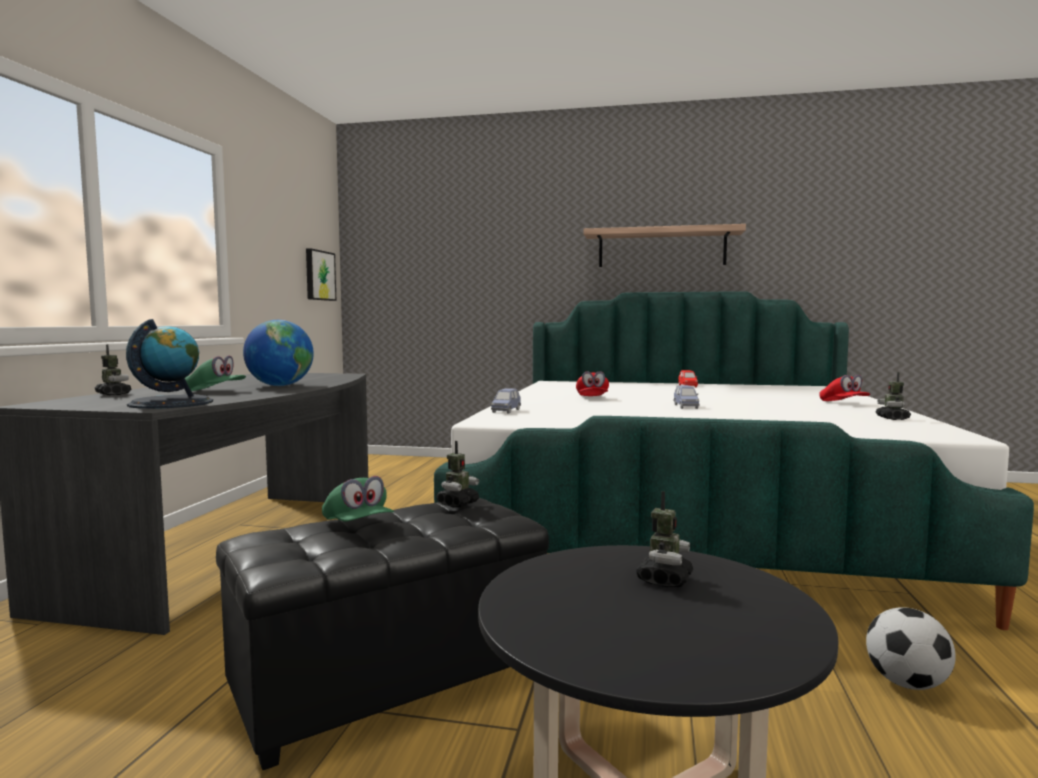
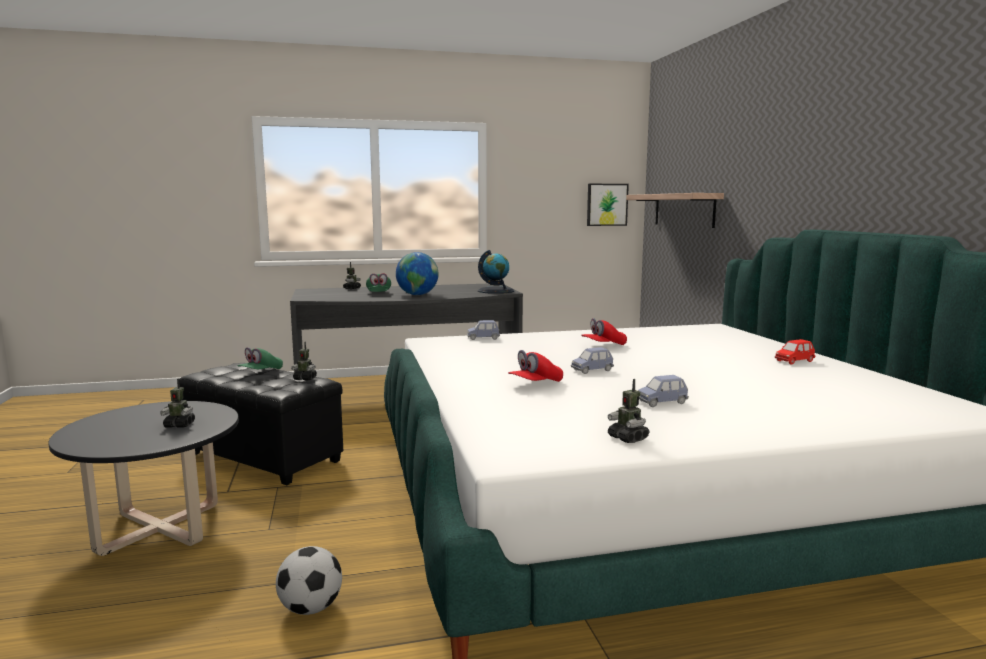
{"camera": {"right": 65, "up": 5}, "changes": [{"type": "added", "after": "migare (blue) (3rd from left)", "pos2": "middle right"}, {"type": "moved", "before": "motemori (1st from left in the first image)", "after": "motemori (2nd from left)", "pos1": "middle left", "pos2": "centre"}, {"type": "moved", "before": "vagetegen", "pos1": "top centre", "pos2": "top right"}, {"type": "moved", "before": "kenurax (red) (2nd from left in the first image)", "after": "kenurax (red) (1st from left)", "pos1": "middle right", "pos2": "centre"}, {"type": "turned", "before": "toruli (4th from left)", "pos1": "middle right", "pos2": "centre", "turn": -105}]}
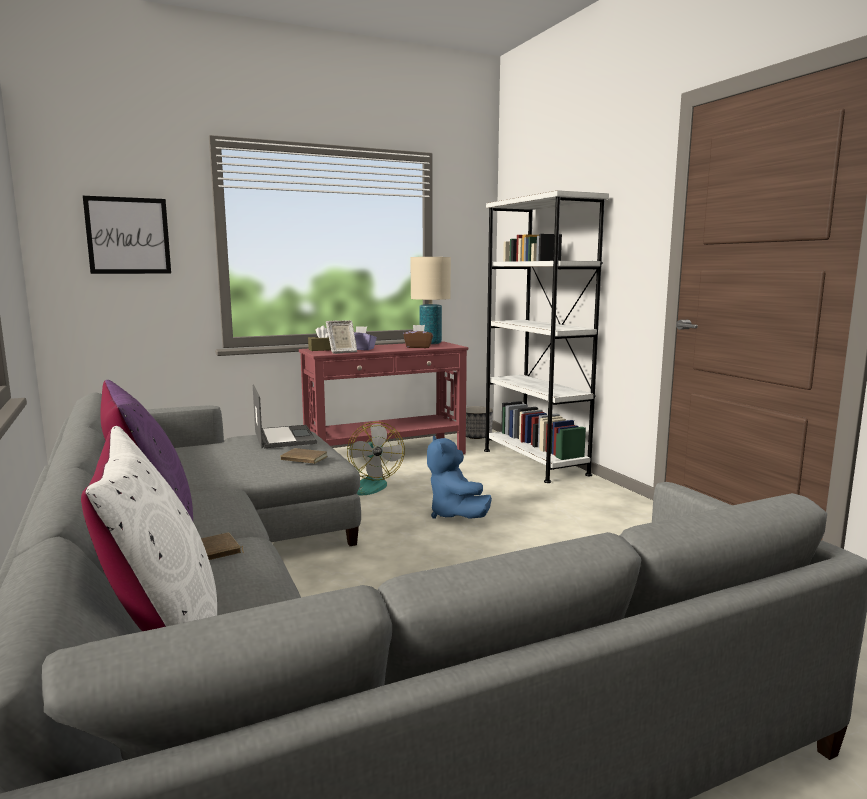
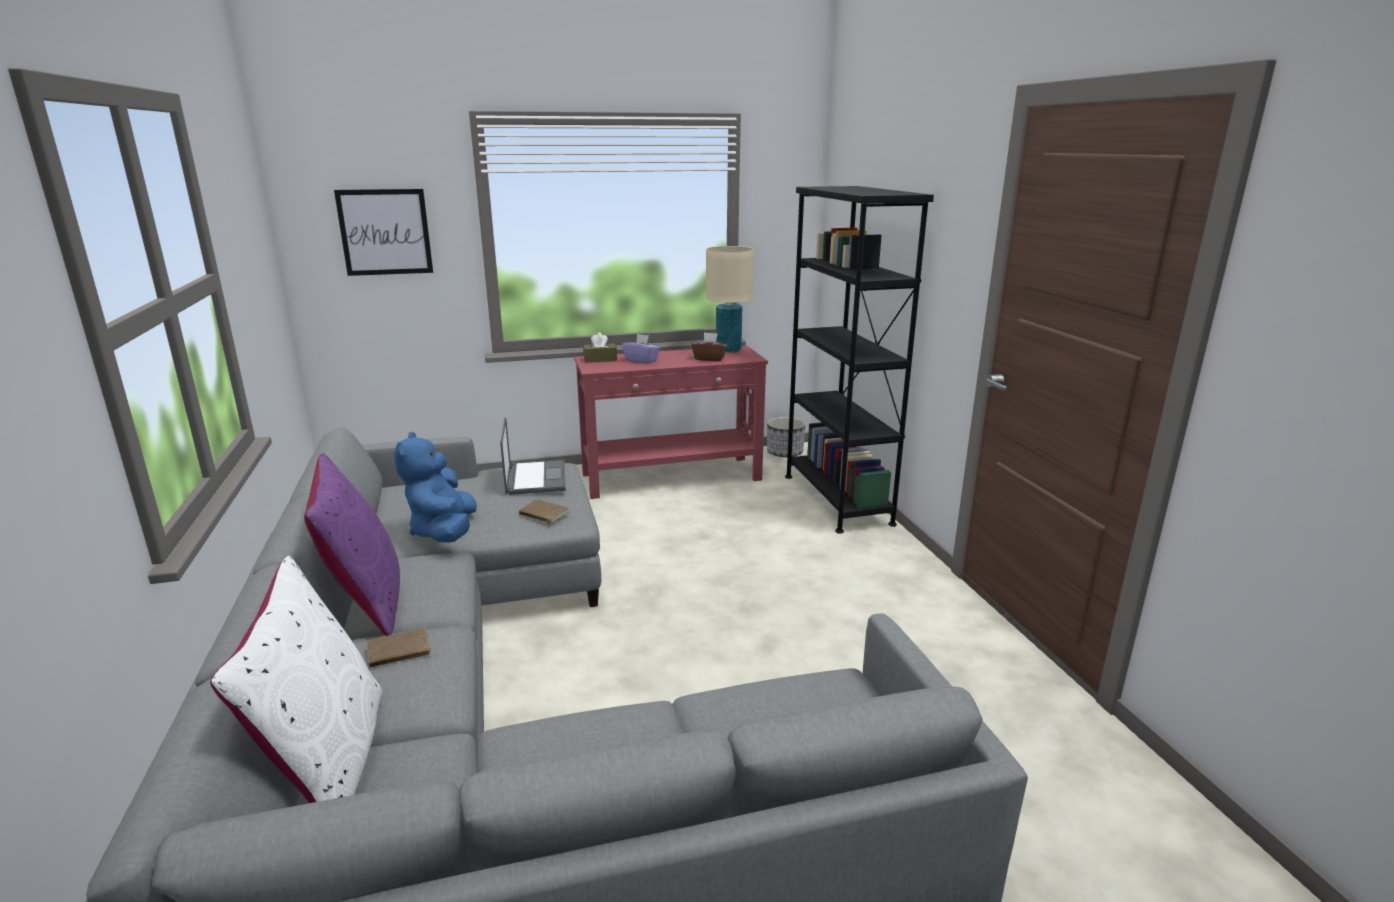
{"camera": {"right": 10, "up": 10}, "changes": [{"type": "removed", "before": "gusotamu", "pos1": "centre"}, {"type": "removed", "before": "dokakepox", "pos1": "centre"}, {"type": "moved", "before": "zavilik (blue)", "pos1": "centre", "pos2": "middle left"}, {"type": "recoloured", "before": "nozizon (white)", "after": "nozizon (black)", "pos1": "centre", "pos2": "centre"}]}
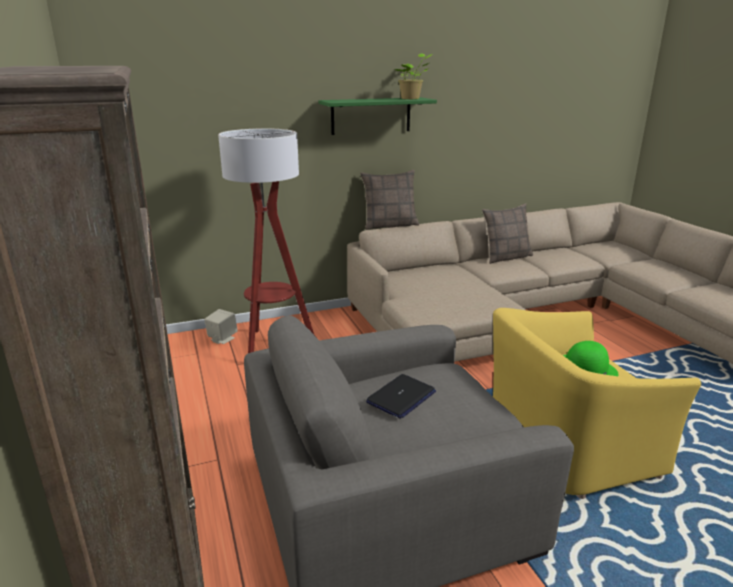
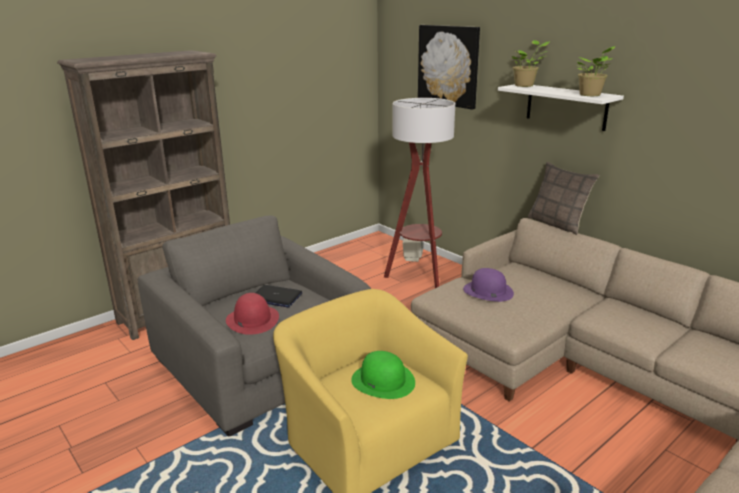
{"camera": {"right": 70, "up": 0}, "changes": [{"type": "removed", "before": "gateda (2nd from left)", "pos1": "middle right"}, {"type": "added", "after": "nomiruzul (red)", "pos2": "centre"}, {"type": "added", "after": "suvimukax", "pos2": "top centre"}, {"type": "added", "after": "nomiruzul (purple)", "pos2": "centre"}, {"type": "added", "after": "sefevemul (1st from left)", "pos2": "top right"}, {"type": "recoloured", "before": "vagetegen (green)", "after": "vagetegen (white)", "pos1": "top centre", "pos2": "top right"}]}
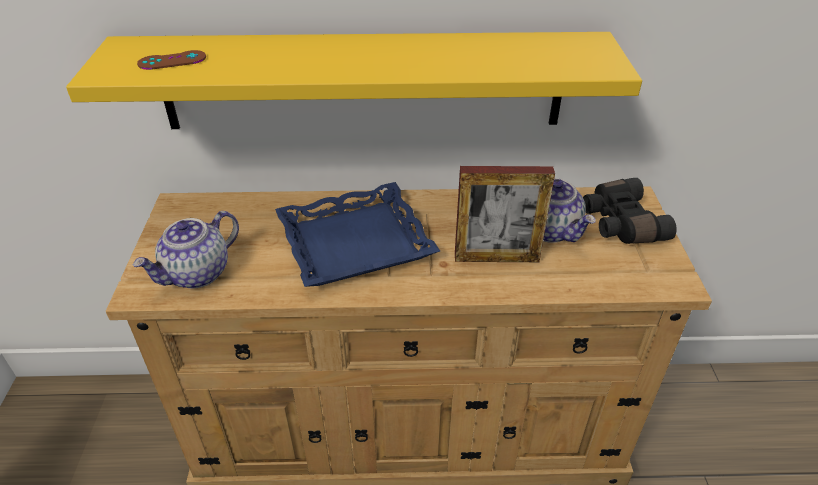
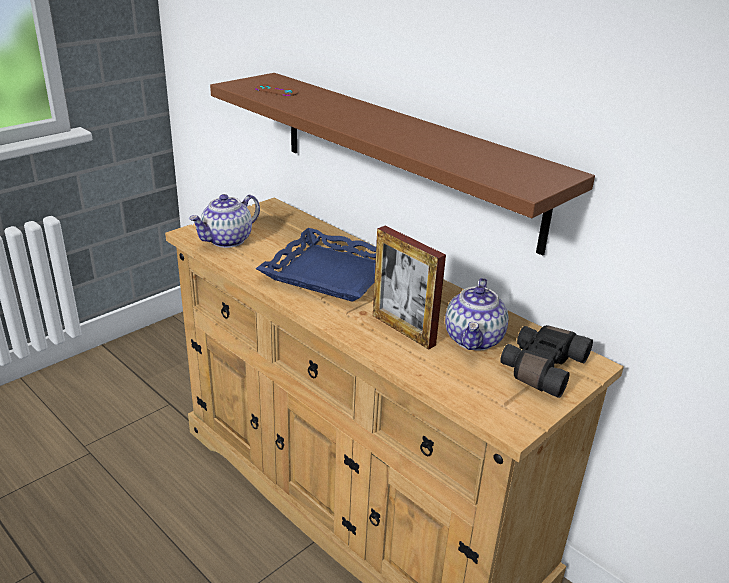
{"camera": {"right": 45, "up": -10}, "changes": [{"type": "recoloured", "before": "vagetegen (yellow)", "after": "vagetegen (brown)", "pos1": "top centre", "pos2": "top centre"}, {"type": "turned", "before": "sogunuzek (1st from left)", "pos1": "middle left", "pos2": "middle left", "turn": -45}]}
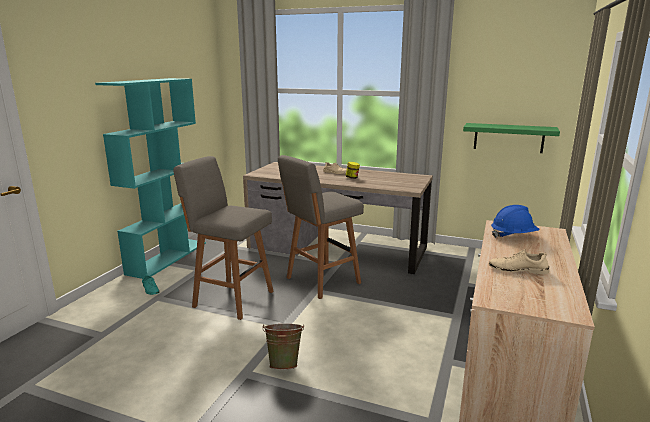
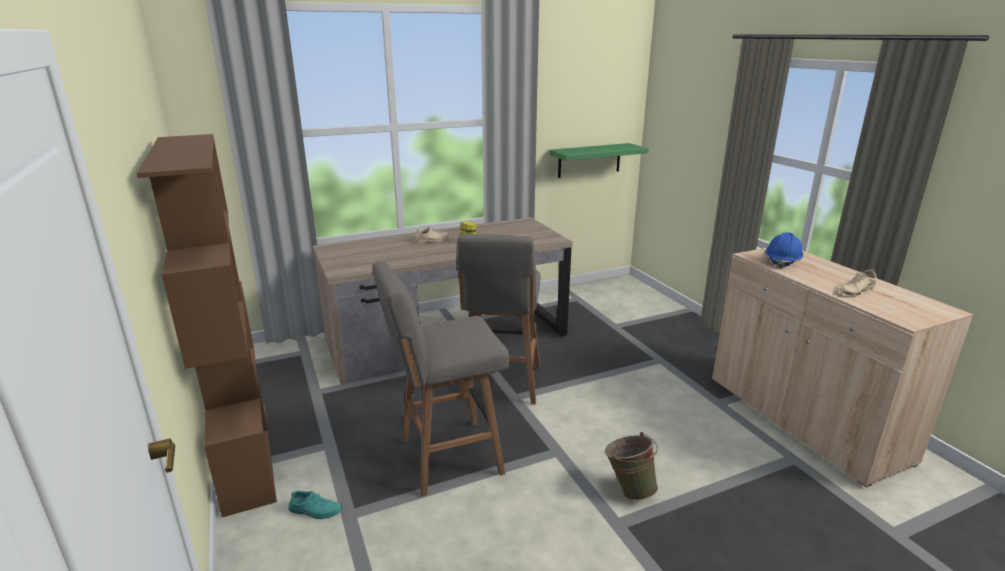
{"camera": {"right": -45, "up": 5}, "changes": [{"type": "recoloured", "before": "nozizon (turquoise)", "after": "nozizon (brown)", "pos1": "middle left", "pos2": "middle left"}]}
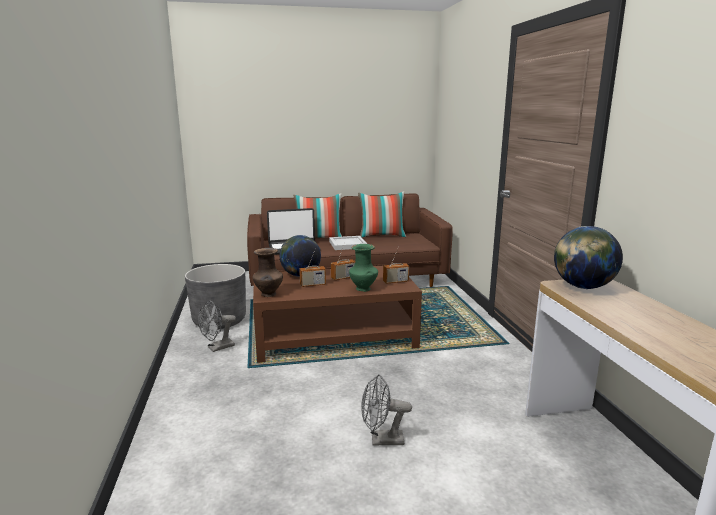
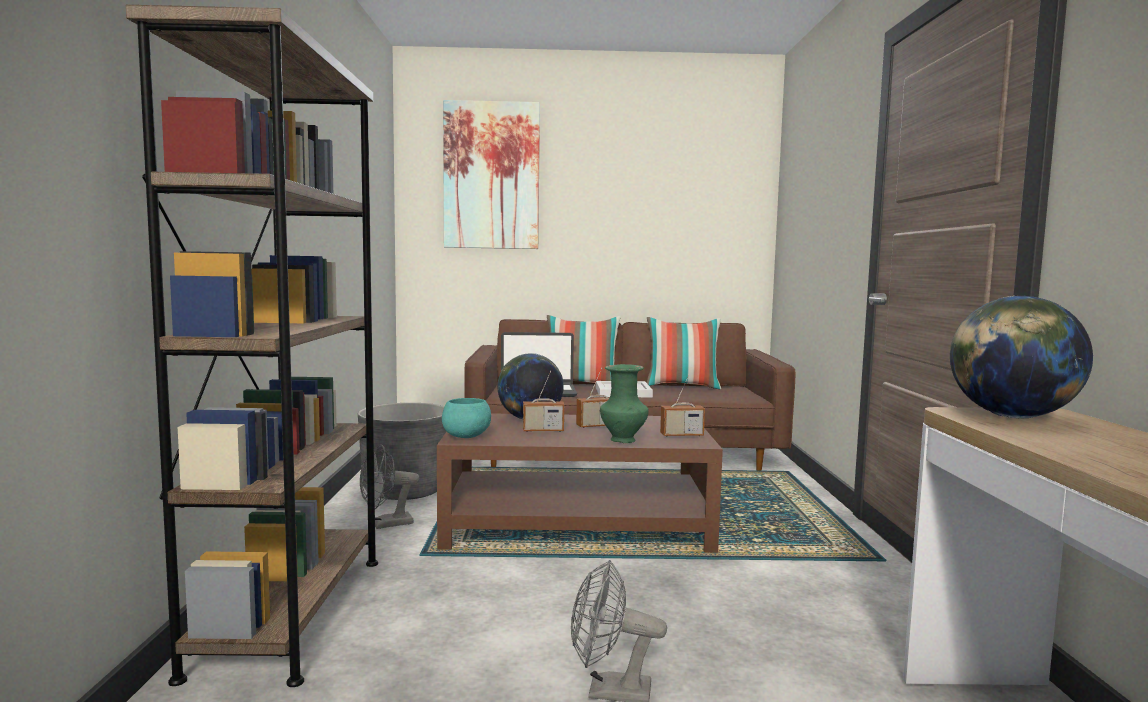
{"camera": {"right": 10, "up": -10}, "changes": [{"type": "added", "after": "nozizon (brown)", "pos2": "middle left"}, {"type": "added", "after": "suvimukax", "pos2": "top centre"}, {"type": "replaced", "before": "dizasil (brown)", "after": "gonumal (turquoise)", "pos1": "centre", "pos2": "centre"}]}
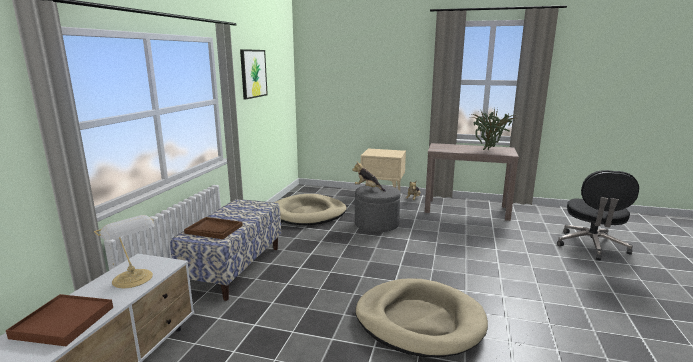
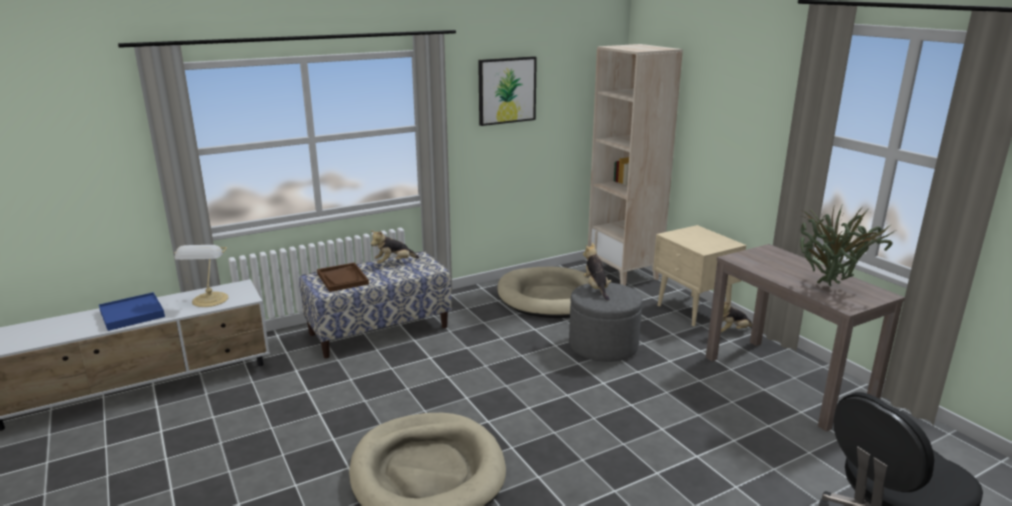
{"camera": {"right": 45, "up": 5}, "changes": [{"type": "added", "after": "zavilik (1st from left)", "pos2": "centre"}, {"type": "added", "after": "nozizon (beige)", "pos2": "top centre"}, {"type": "recoloured", "before": "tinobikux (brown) (1st from left)", "after": "tinobikux (blue)", "pos1": "bottom left", "pos2": "middle left"}]}
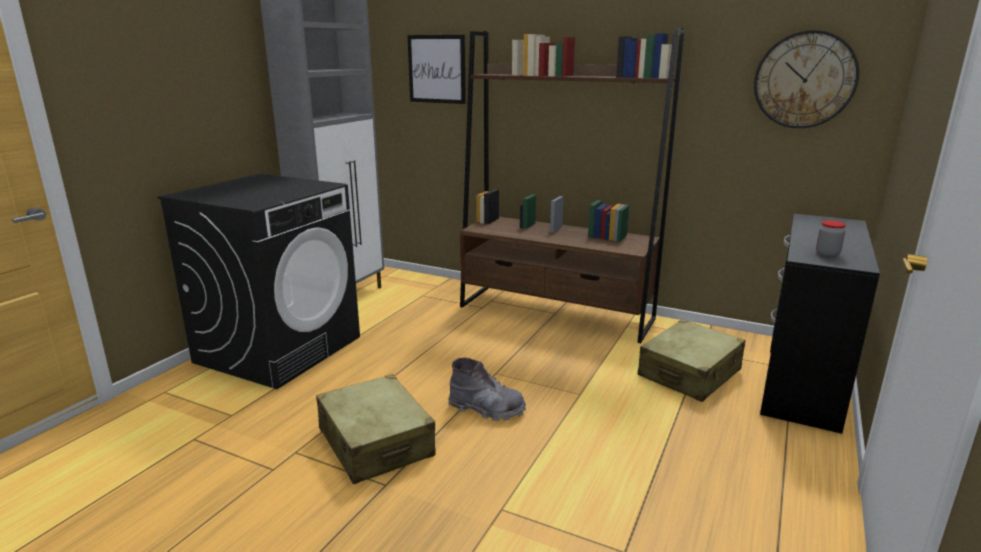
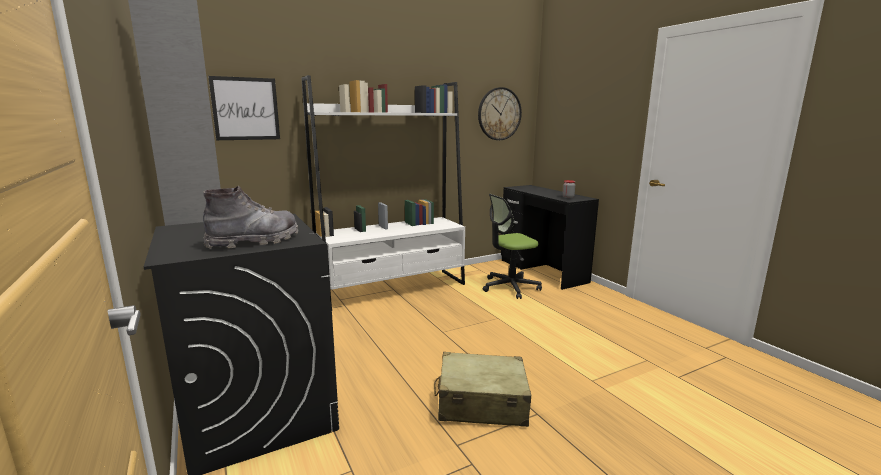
{"camera": {"right": -55, "up": -5}, "changes": [{"type": "moved", "before": "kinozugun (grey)", "pos1": "bottom centre", "pos2": "middle left"}, {"type": "replaced", "before": "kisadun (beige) (2nd from left)", "after": "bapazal", "pos1": "middle right", "pos2": "centre"}, {"type": "recoloured", "before": "nozizon (brown)", "after": "nozizon (white)", "pos1": "centre", "pos2": "centre"}]}
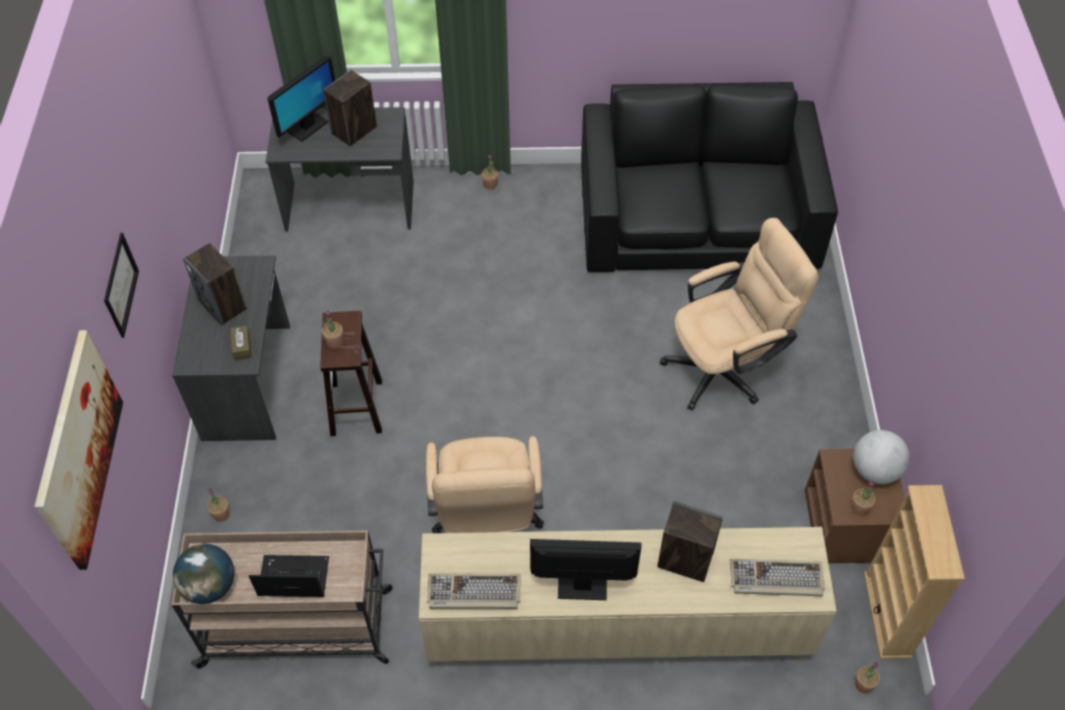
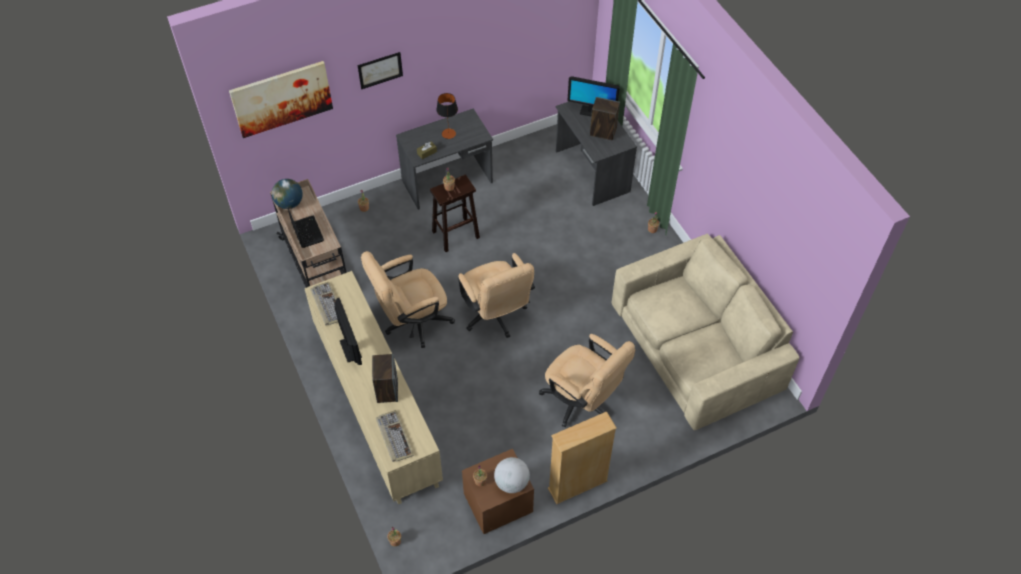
{"camera": {"right": 65, "up": 0}, "changes": [{"type": "added", "after": "bapazal (beige) (2nd from left)", "pos2": "centre"}, {"type": "moved", "before": "nozizon (beige)", "pos1": "bottom right", "pos2": "bottom centre"}, {"type": "replaced", "before": "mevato (1st from left)", "after": "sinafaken", "pos1": "middle left", "pos2": "top centre"}, {"type": "recoloured", "before": "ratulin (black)", "after": "ratulin (beige)", "pos1": "top centre", "pos2": "middle right"}]}
